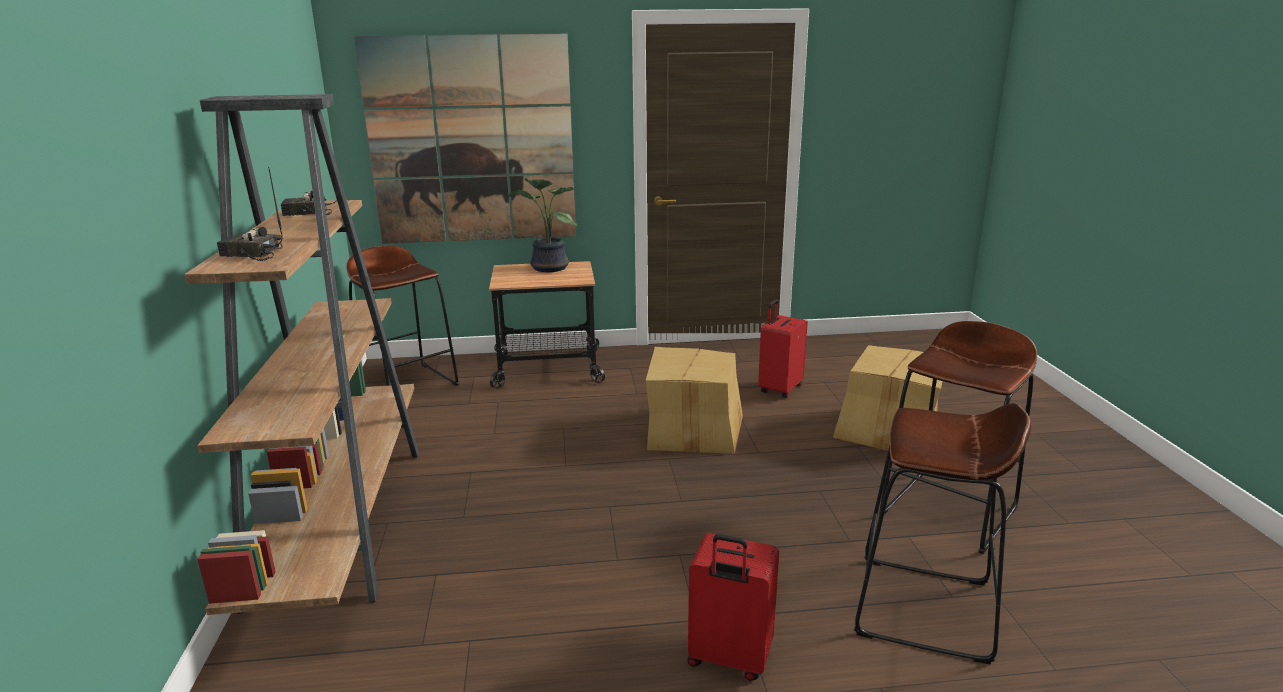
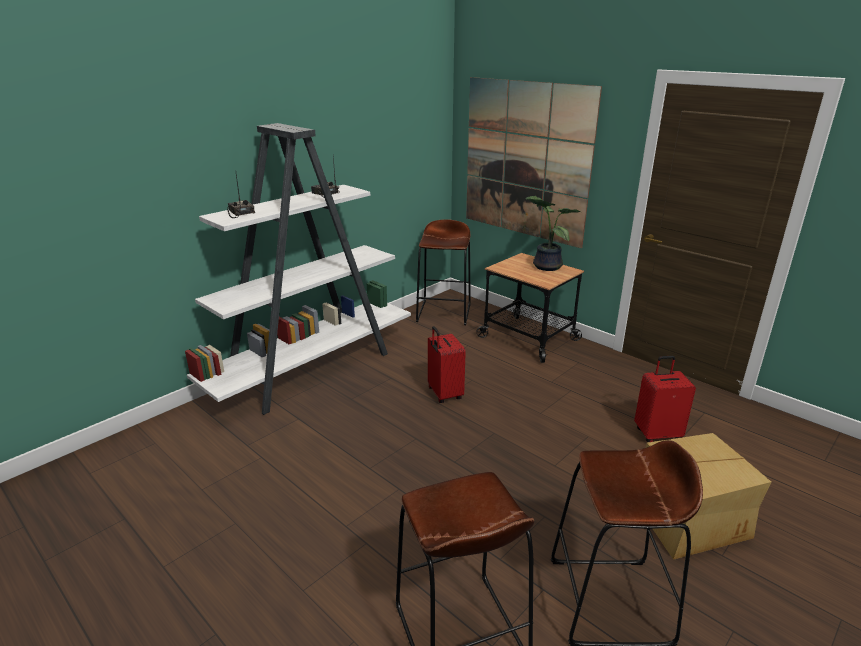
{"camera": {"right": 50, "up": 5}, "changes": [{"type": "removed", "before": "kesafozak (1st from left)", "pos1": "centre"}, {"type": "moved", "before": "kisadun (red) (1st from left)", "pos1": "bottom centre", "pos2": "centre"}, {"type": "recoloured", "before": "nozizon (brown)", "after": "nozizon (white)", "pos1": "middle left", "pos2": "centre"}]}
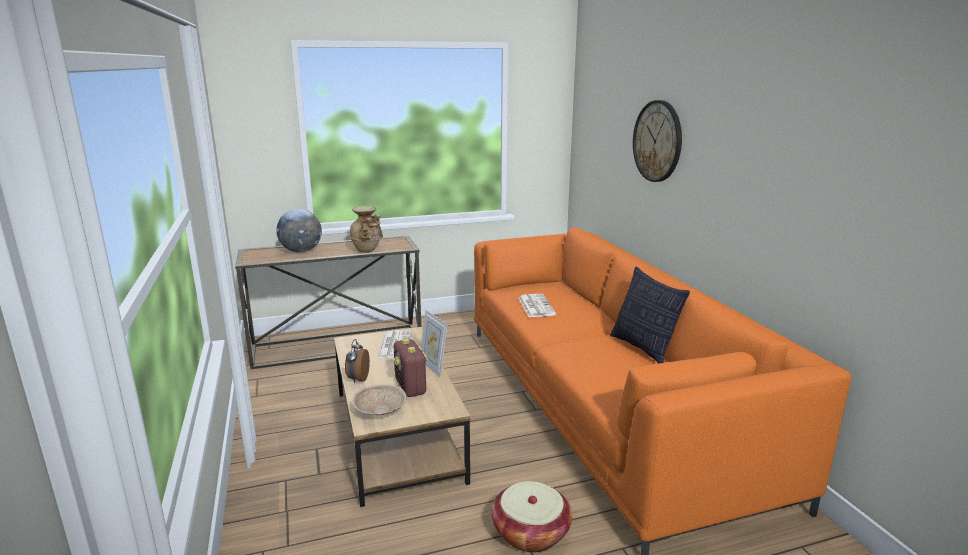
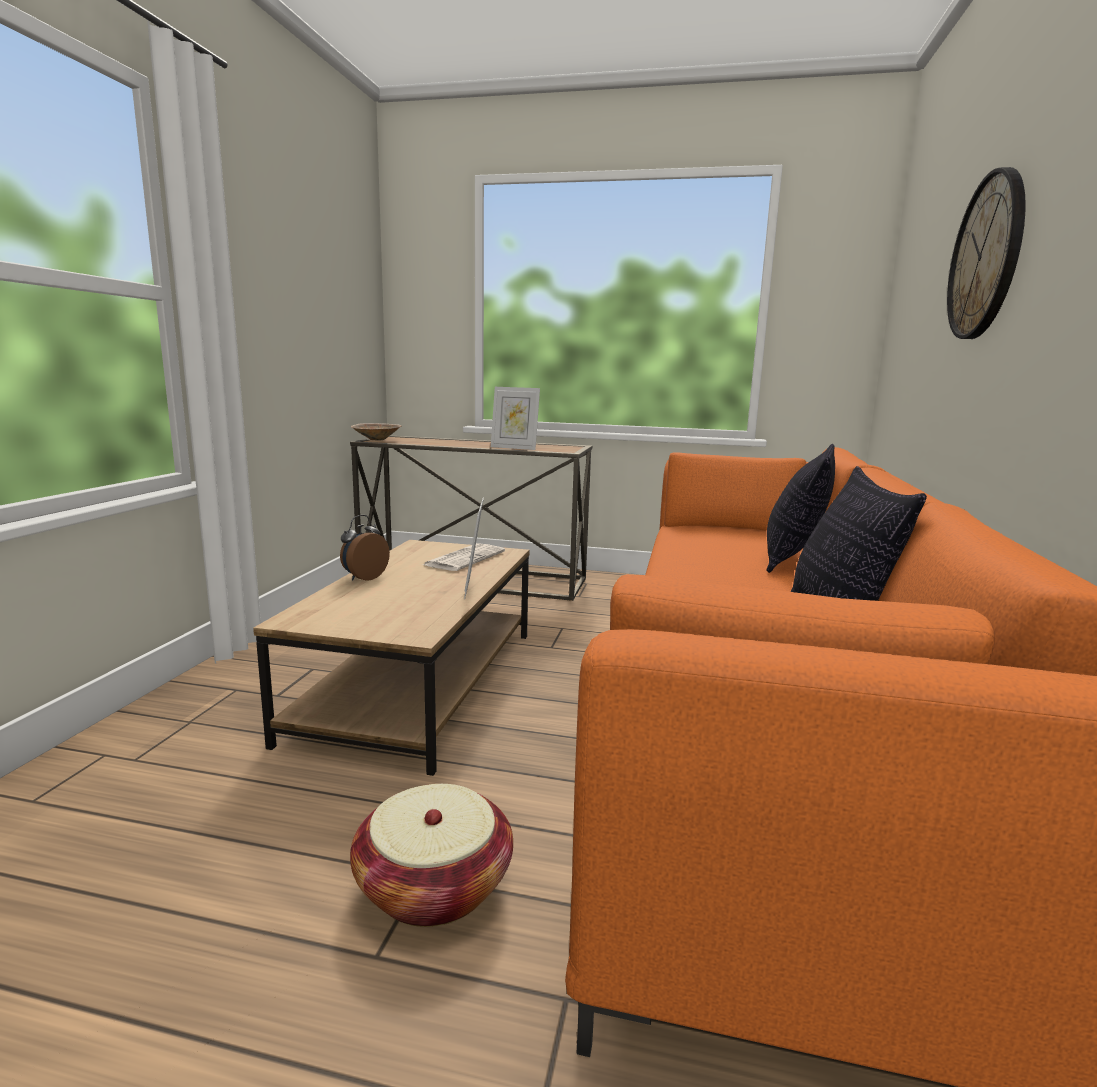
{"camera": {"right": 30, "up": -5}, "changes": [{"type": "removed", "before": "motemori", "pos1": "middle left"}, {"type": "removed", "before": "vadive", "pos1": "centre"}, {"type": "removed", "before": "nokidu (2nd from left)", "pos1": "centre"}, {"type": "added", "after": "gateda (1st from left)", "pos2": "middle right"}, {"type": "moved", "before": "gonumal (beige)", "pos1": "bottom centre", "pos2": "centre"}, {"type": "replaced", "before": "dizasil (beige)", "after": "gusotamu (2nd from left)", "pos1": "centre", "pos2": "centre"}]}
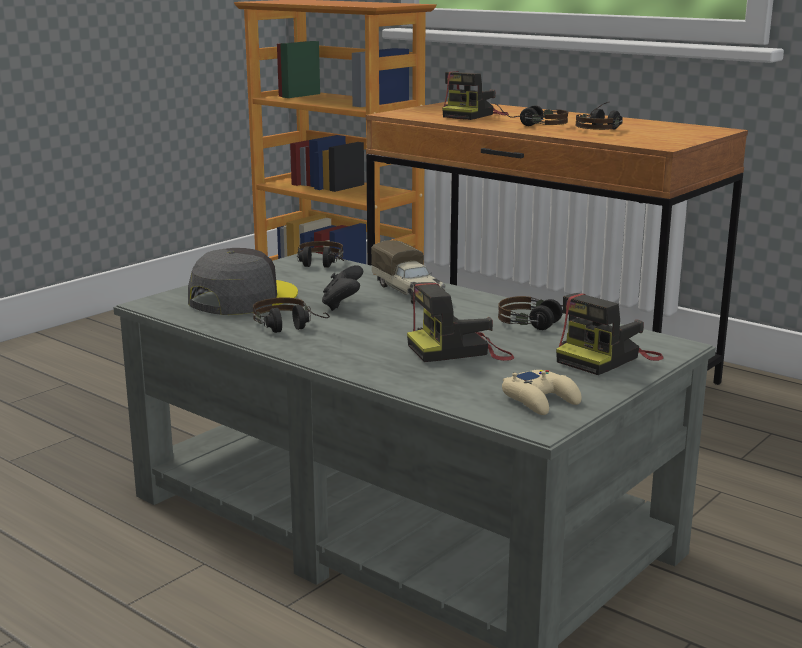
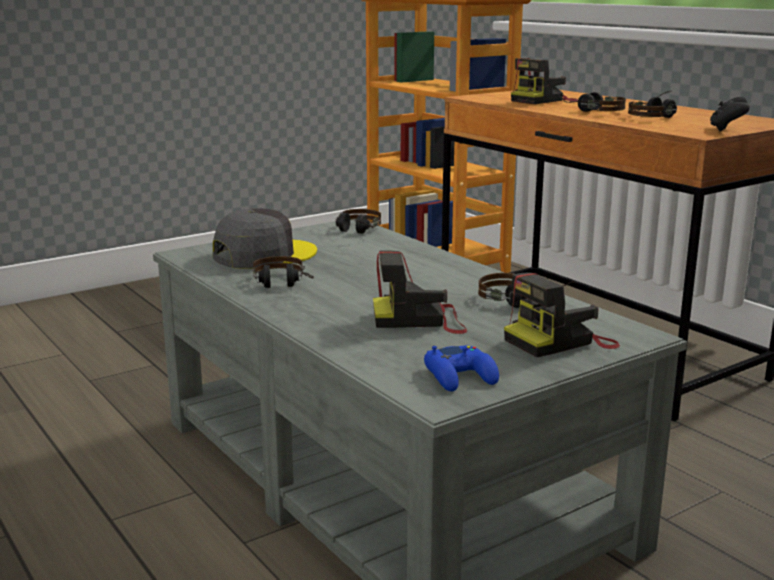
{"camera": {"right": 15, "up": 0}, "changes": [{"type": "removed", "before": "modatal", "pos1": "centre"}, {"type": "moved", "before": "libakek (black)", "pos1": "centre", "pos2": "top right"}, {"type": "recoloured", "before": "libakek (beige)", "after": "libakek (blue)", "pos1": "middle right", "pos2": "centre"}]}
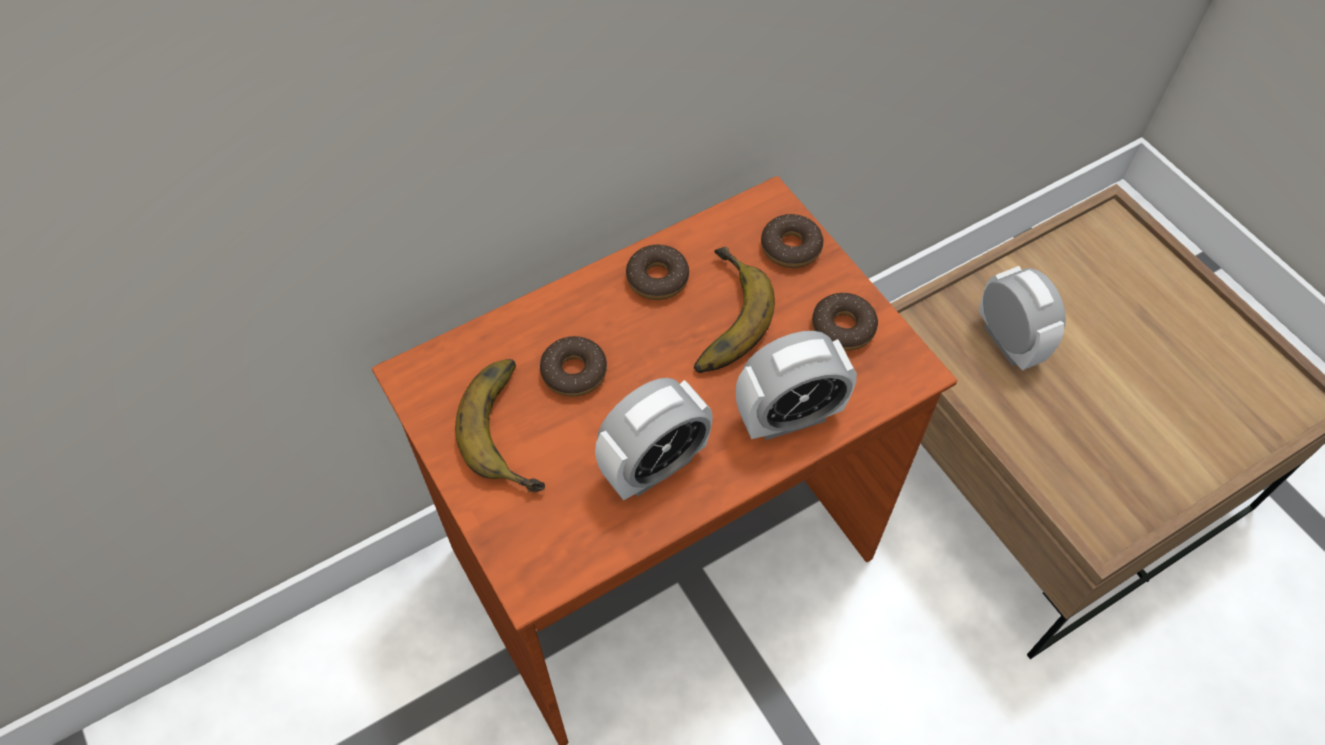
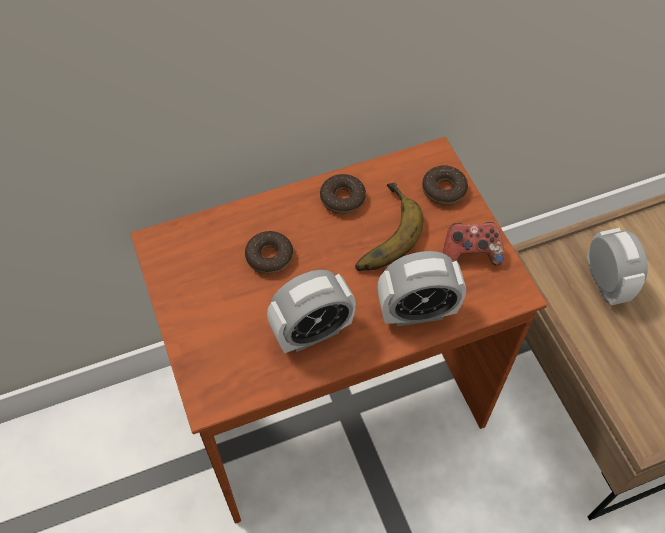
{"camera": {"right": 10, "up": 0}, "changes": [{"type": "removed", "before": "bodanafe (1st from left)", "pos1": "centre"}, {"type": "replaced", "before": "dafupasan (4th from left)", "after": "libakek", "pos1": "centre", "pos2": "middle right"}]}
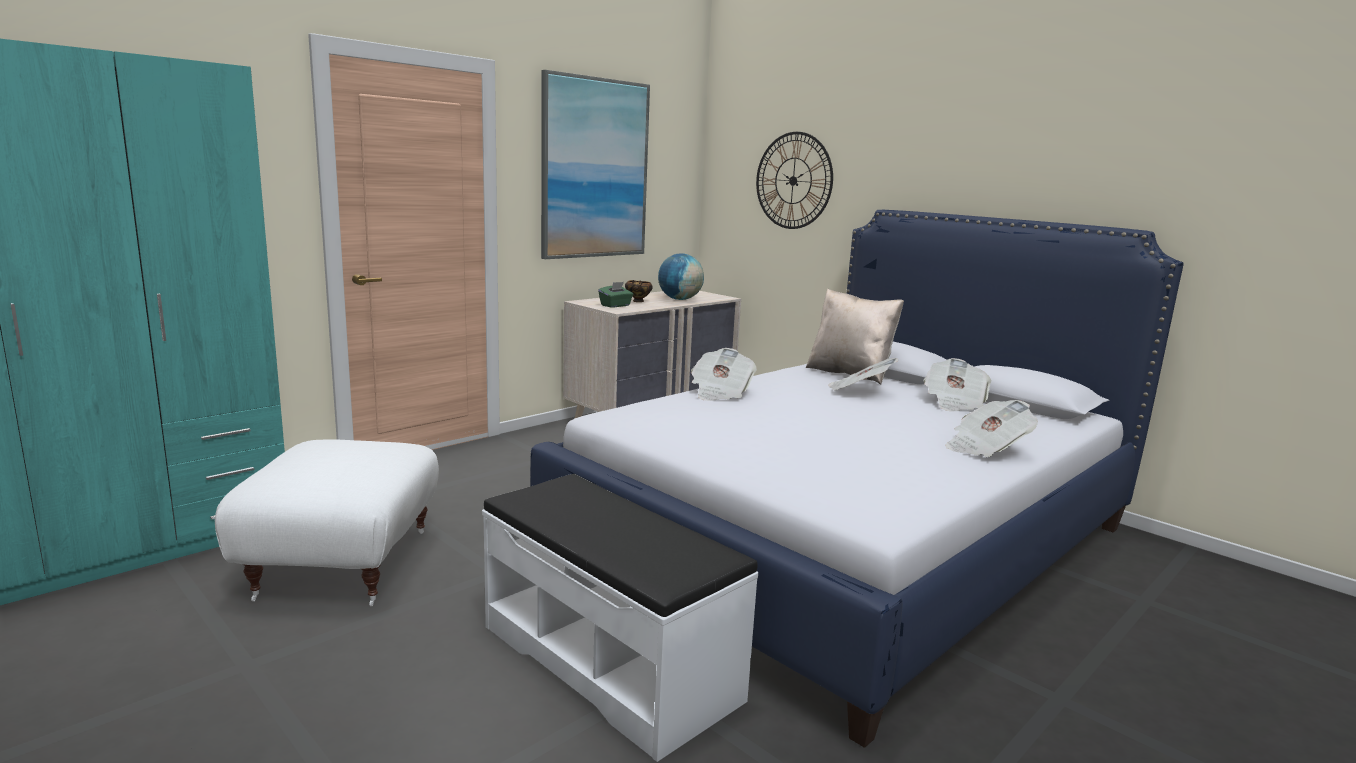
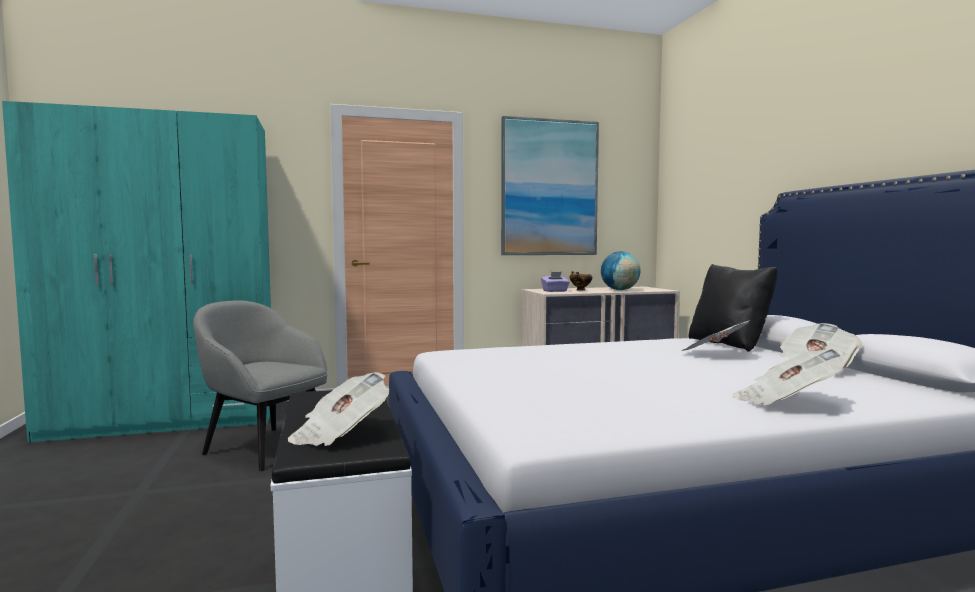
{"camera": {"right": 30, "up": -10}, "changes": [{"type": "removed", "before": "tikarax", "pos1": "top centre"}, {"type": "moved", "before": "nokidu (1st from left)", "pos1": "centre", "pos2": "bottom centre"}, {"type": "replaced", "before": "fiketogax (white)", "after": "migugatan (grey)", "pos1": "bottom left", "pos2": "middle left"}, {"type": "recoloured", "before": "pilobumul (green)", "after": "pilobumul (purple)", "pos1": "centre", "pos2": "centre"}, {"type": "recoloured", "before": "gateda (beige)", "after": "gateda (black)", "pos1": "centre", "pos2": "middle right"}]}
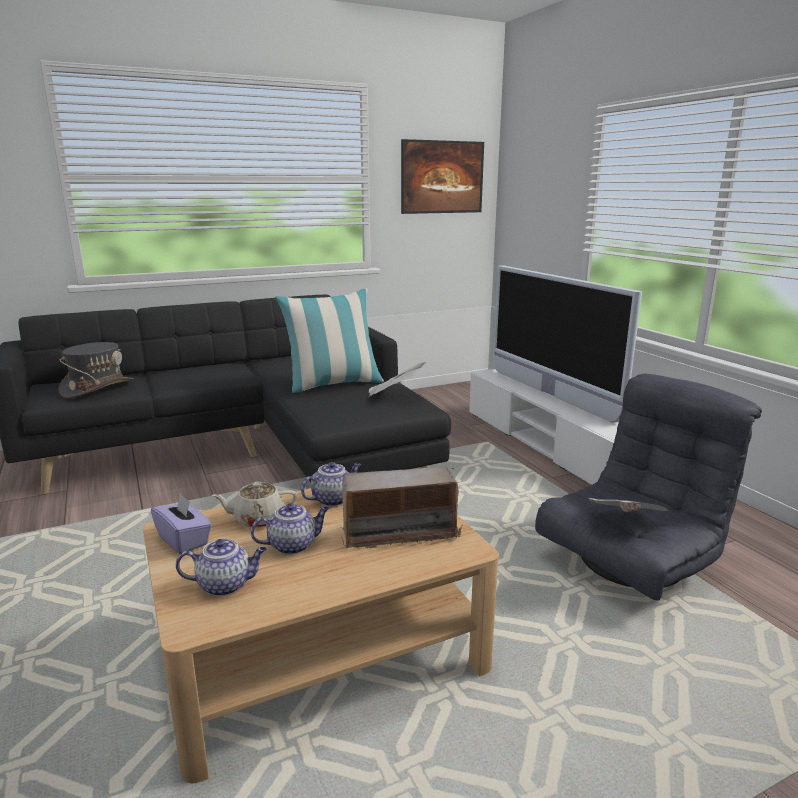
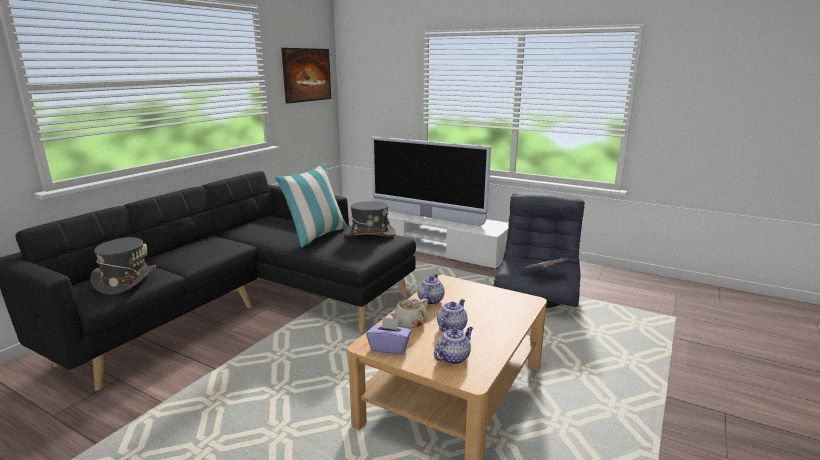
{"camera": {"right": -35, "up": 0}, "changes": [{"type": "removed", "before": "vadive", "pos1": "centre"}, {"type": "replaced", "before": "nokidu (1st from left)", "after": "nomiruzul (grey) (2nd from left)", "pos1": "centre", "pos2": "centre"}]}
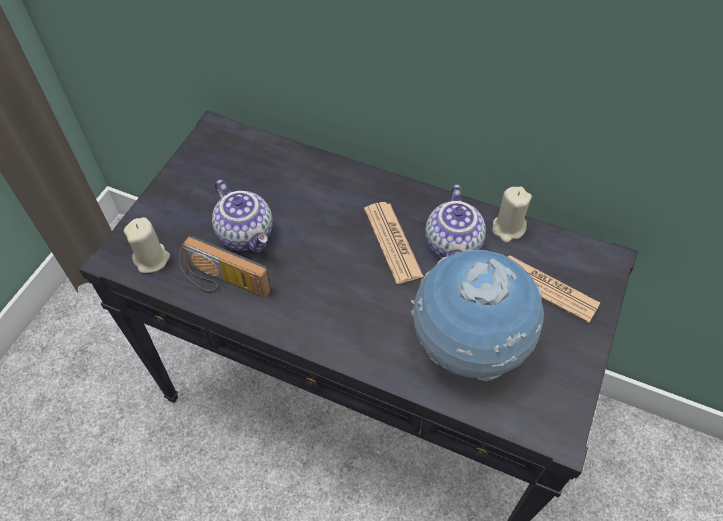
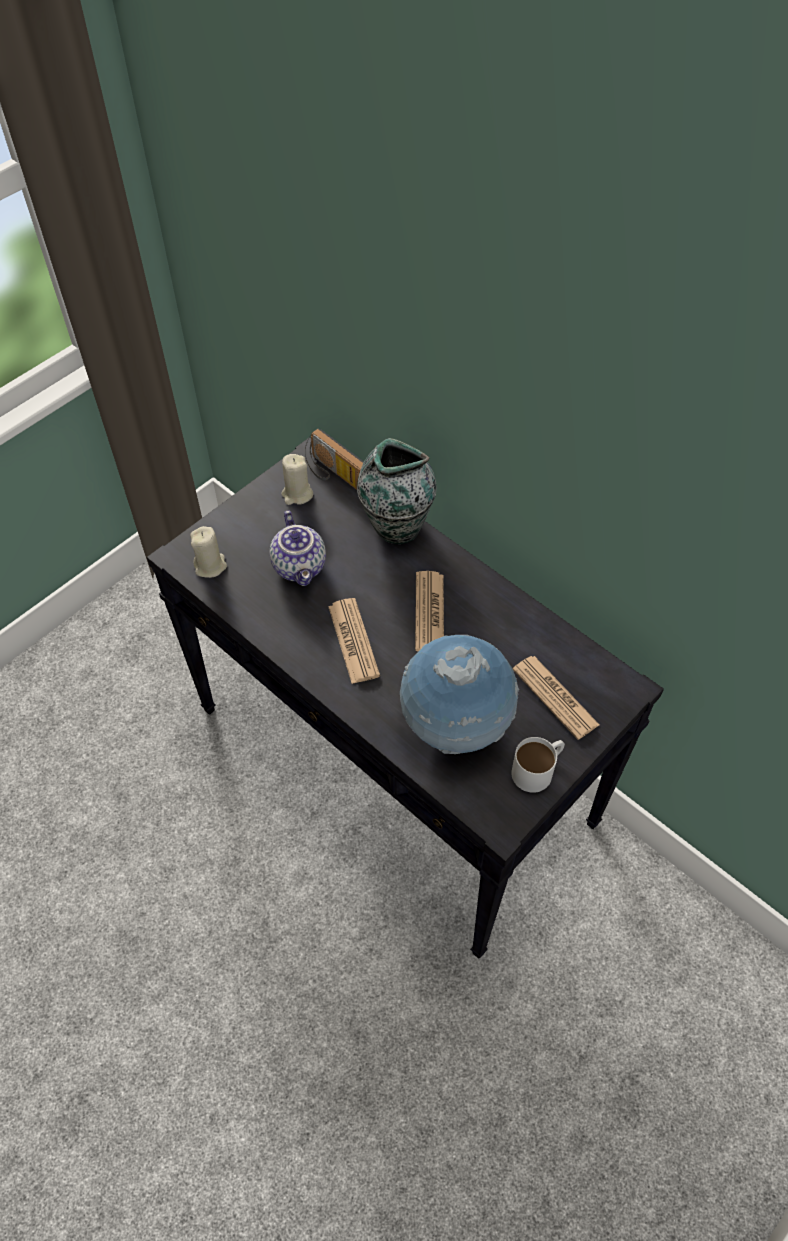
{"camera": {"right": 20, "up": 0}, "changes": [{"type": "removed", "before": "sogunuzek (2nd from left)", "pos1": "centre"}, {"type": "added", "after": "nokidu (1st from left)", "pos2": "centre"}, {"type": "added", "after": "dizasil", "pos2": "centre"}, {"type": "added", "after": "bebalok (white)", "pos2": "middle right"}, {"type": "moved", "before": "vadive", "pos1": "middle left", "pos2": "centre"}, {"type": "moved", "before": "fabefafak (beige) (2nd from left)", "pos1": "middle right", "pos2": "centre"}]}
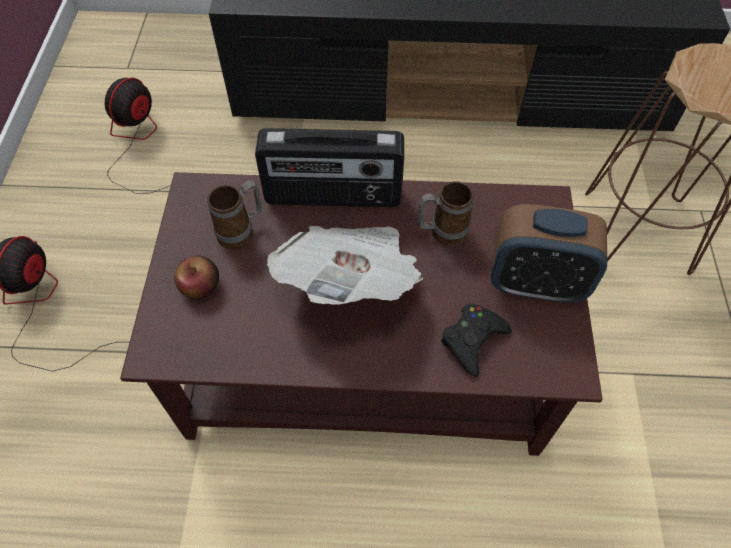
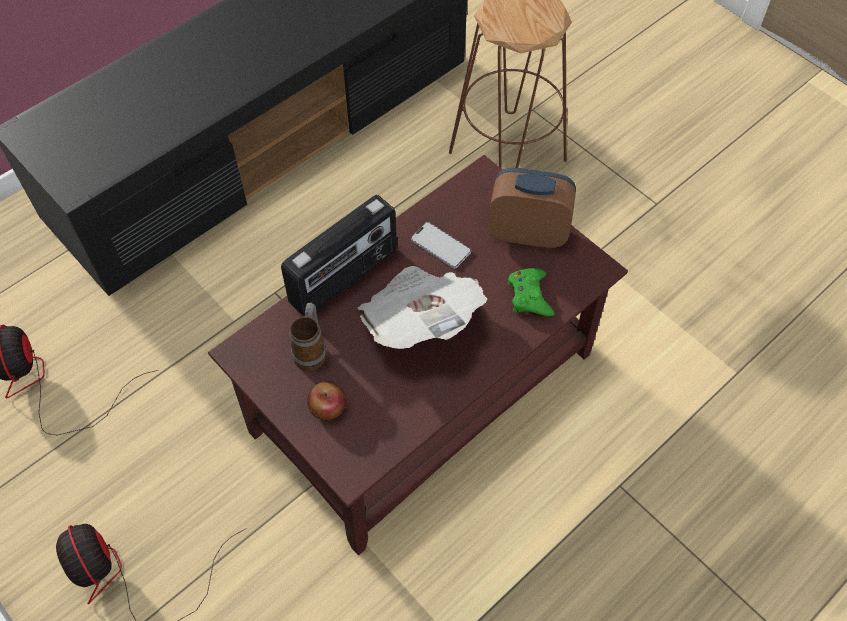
{"camera": {"right": -45, "up": 0}, "changes": [{"type": "replaced", "before": "bebalok (2nd from left)", "after": "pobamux", "pos1": "centre", "pos2": "centre"}, {"type": "recoloured", "before": "libakek (black)", "after": "libakek (green)", "pos1": "centre", "pos2": "centre"}, {"type": "turned", "before": "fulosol", "pos1": "middle right", "pos2": "centre", "turn": -135}]}
